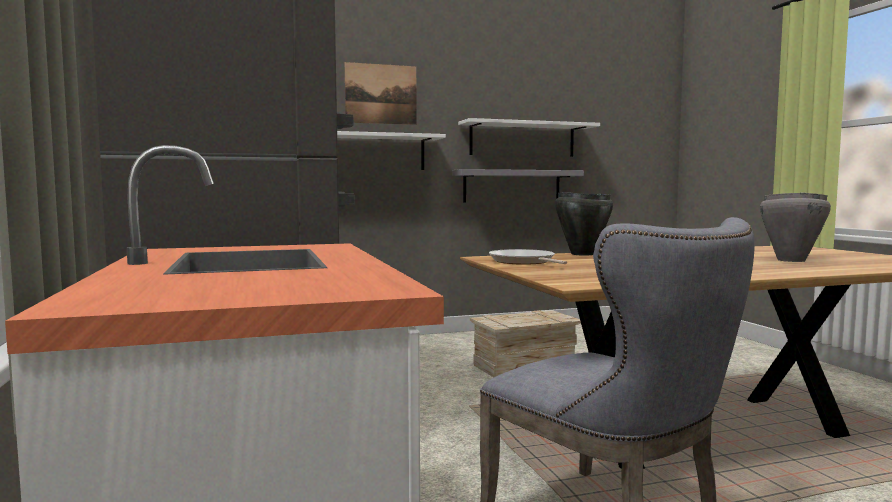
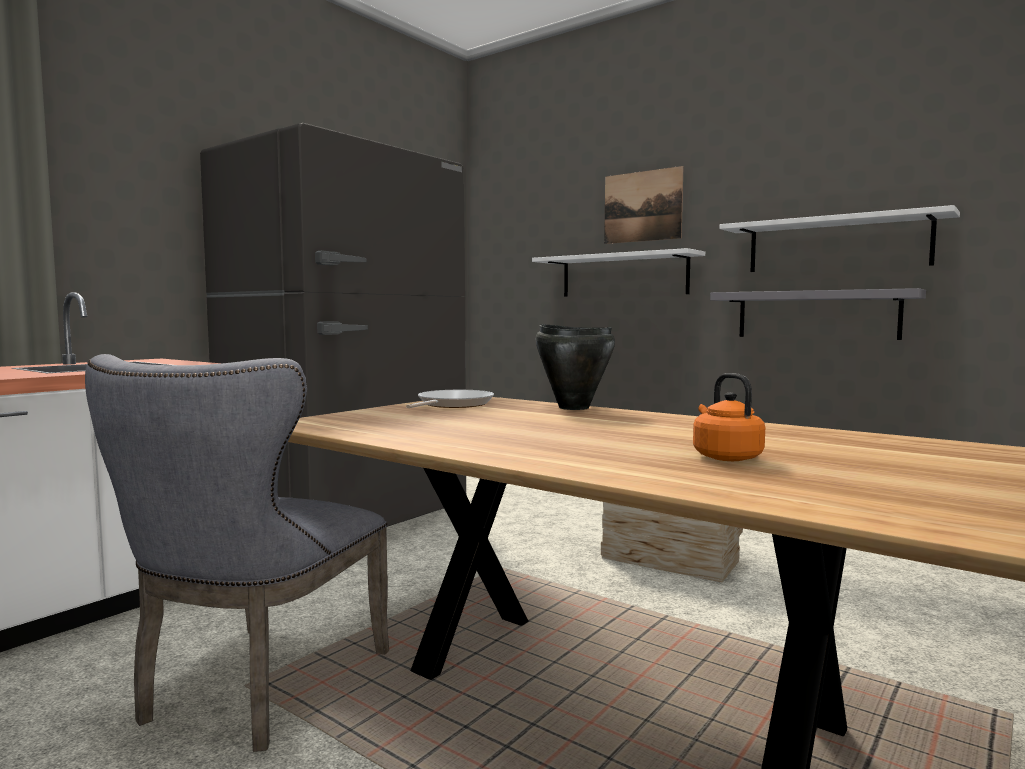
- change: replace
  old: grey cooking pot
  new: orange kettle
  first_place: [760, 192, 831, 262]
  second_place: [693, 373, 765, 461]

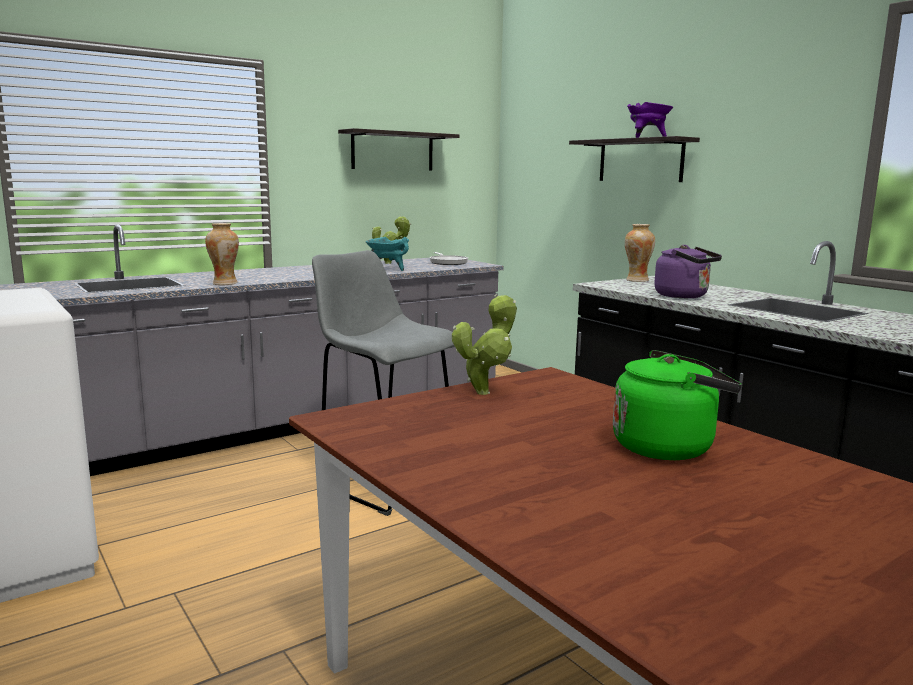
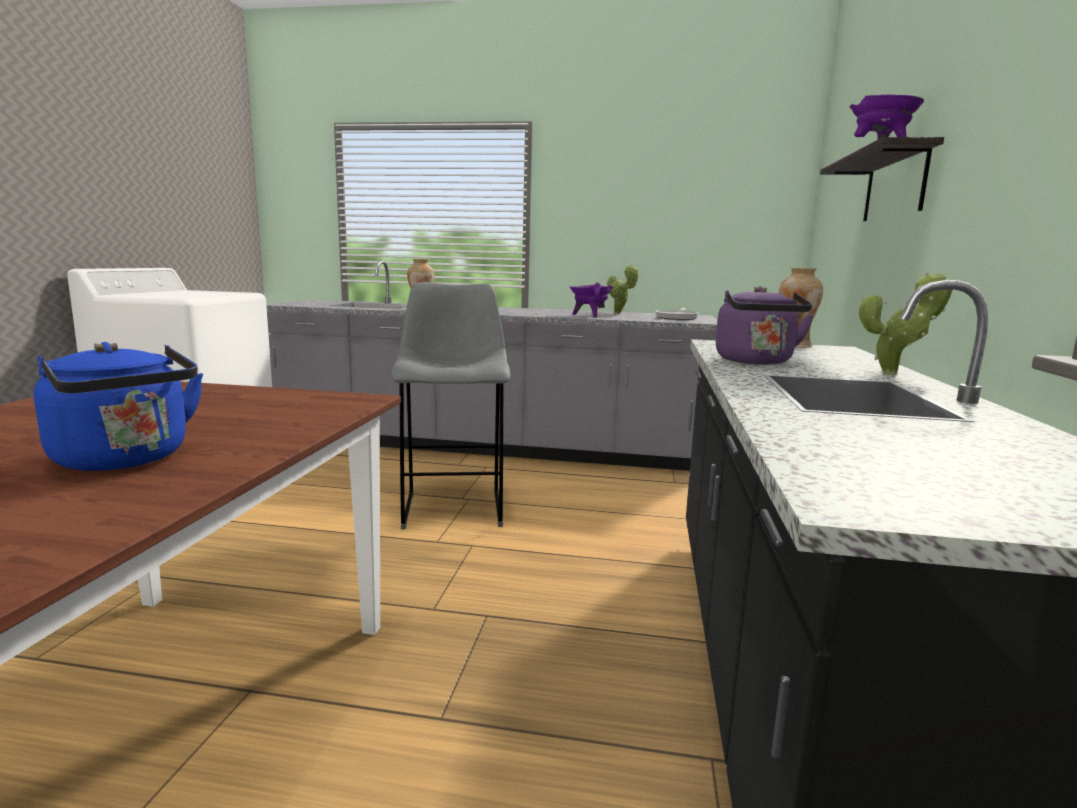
- change: delete
  old: shelf
  first_place: [338, 128, 460, 171]
- change: recolor
  old: turquoise cooking pot
  new: purple cooking pot
  first_place: [366, 237, 409, 271]
  second_place: [570, 282, 613, 318]
- change: move
  old: potted plant
  first_place: [452, 294, 517, 395]
  second_place: [859, 272, 952, 375]
- change: recolor
  old: green kettle
  new: blue kettle
  first_place: [613, 350, 742, 460]
  second_place: [34, 342, 203, 471]

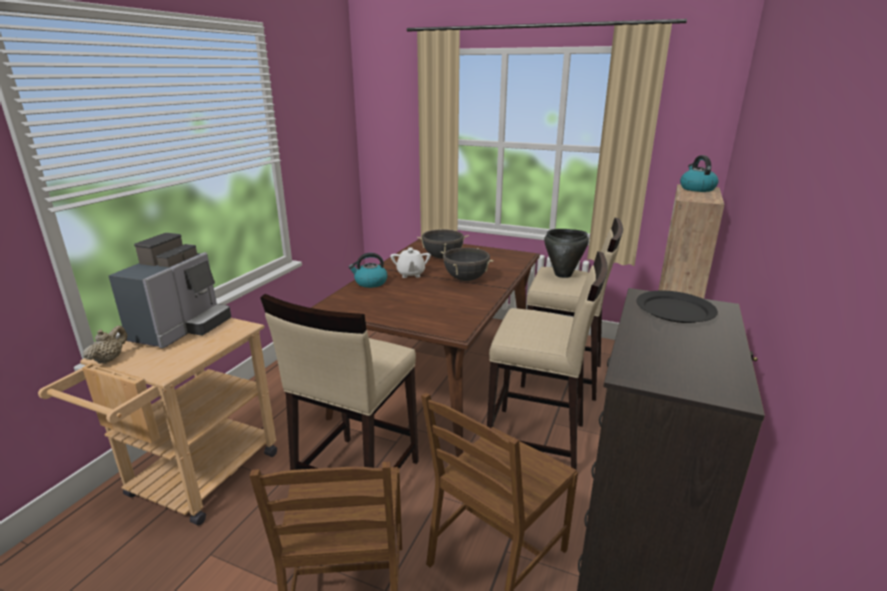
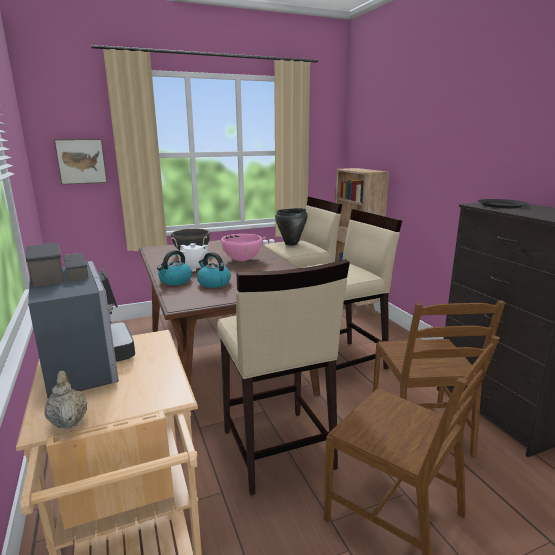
- change: move
  old: kettle
  first_place: [680, 155, 718, 192]
  second_place: [197, 252, 231, 288]
- change: recolor
  old: black cooking pot
  new: pink cooking pot
  first_place: [440, 248, 494, 281]
  second_place: [216, 234, 266, 261]
- change: insert
  new: picture
  second_place: [54, 139, 107, 185]

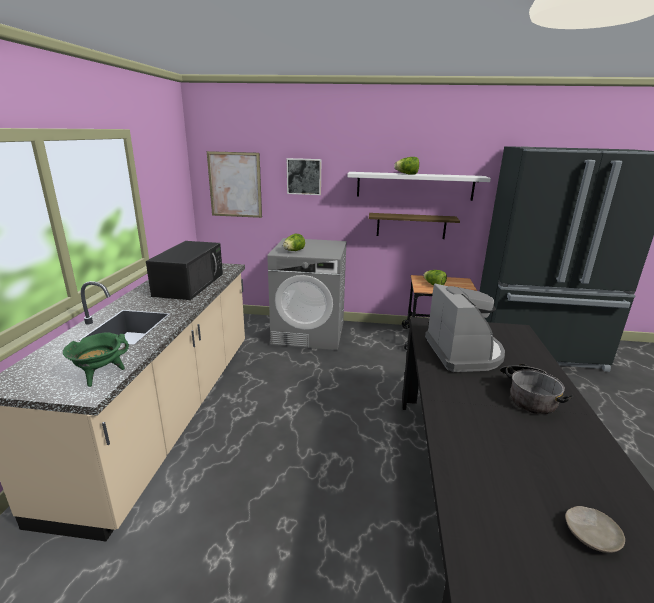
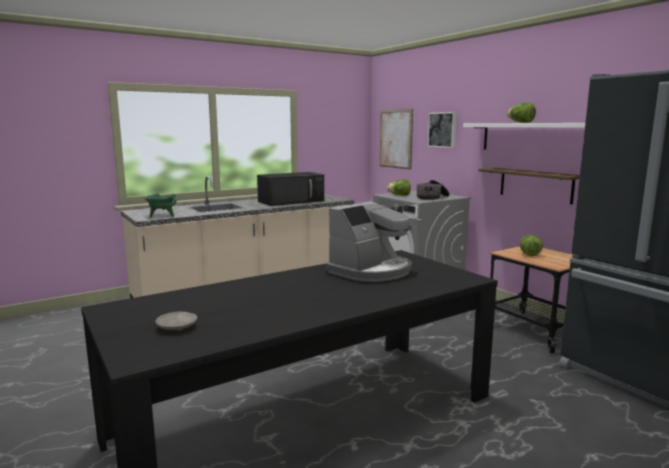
- change: move
  old: cooking pot
  first_place: [500, 364, 574, 414]
  second_place: [416, 180, 450, 200]

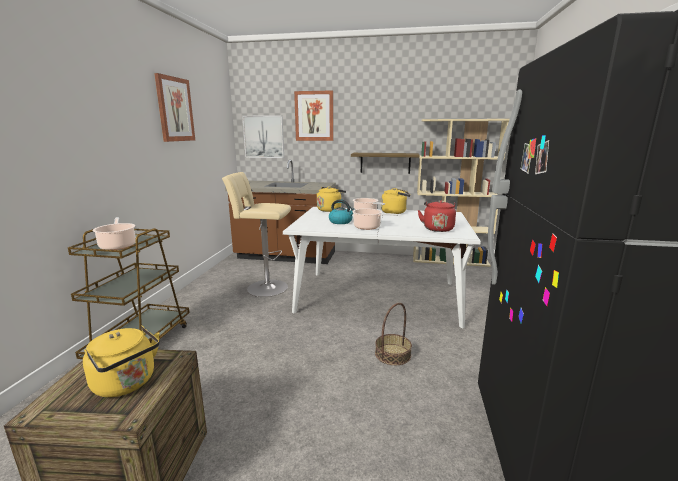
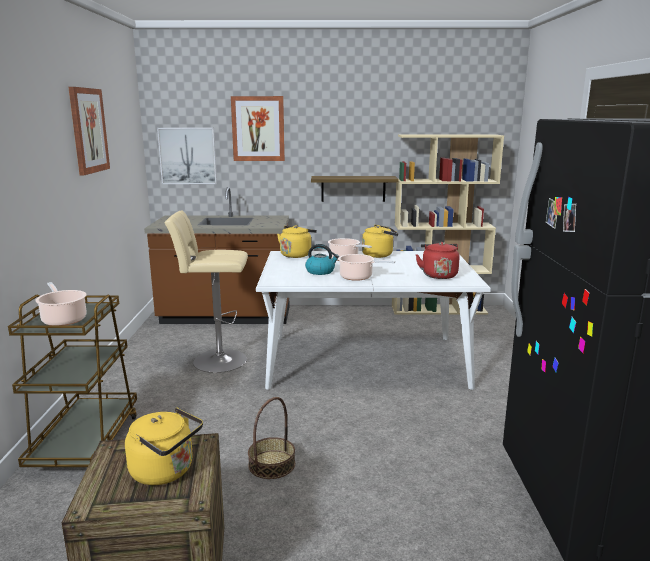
- change: move
  old: basket
  first_place: [375, 303, 412, 365]
  second_place: [248, 397, 295, 479]

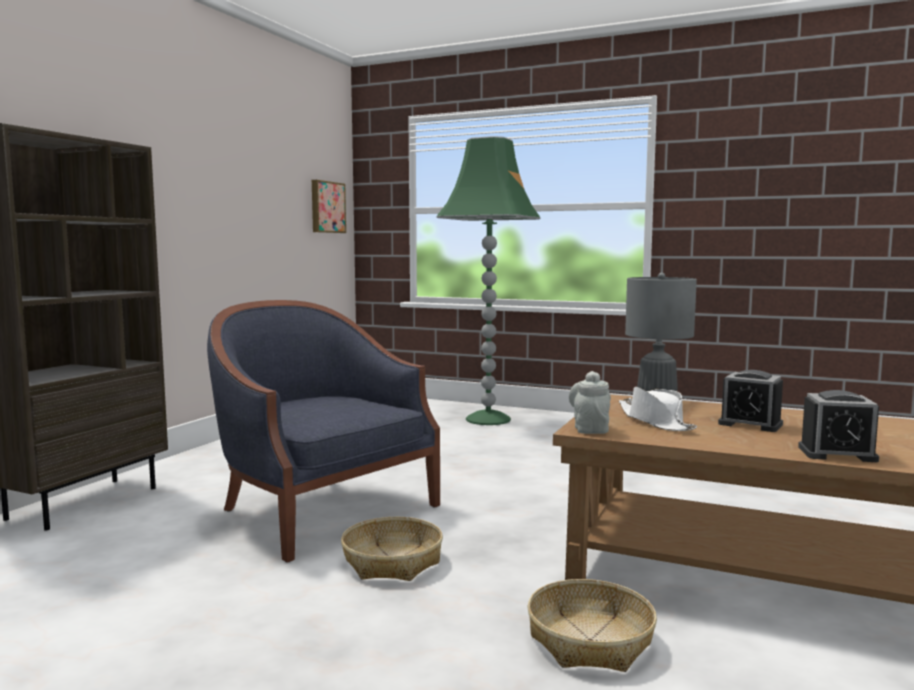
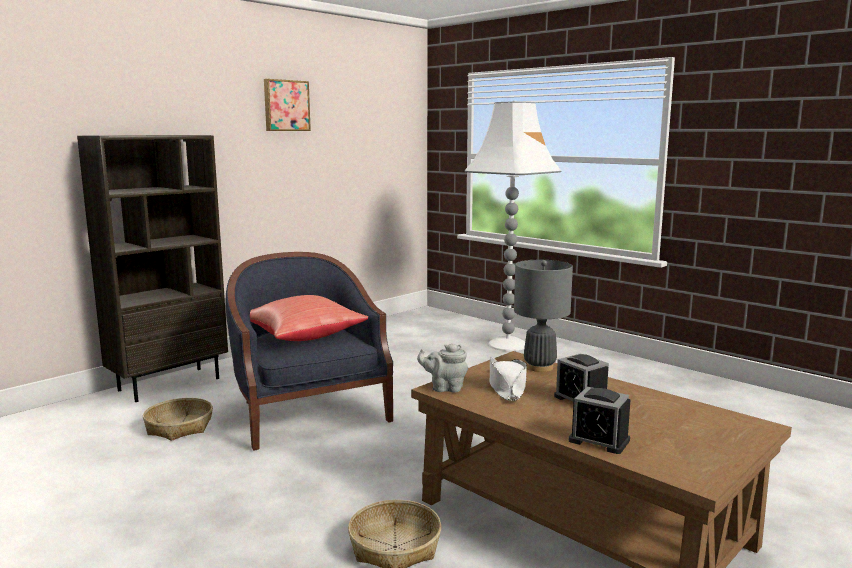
- change: recolor
  old: green floor lamp
  new: white floor lamp
  first_place: [436, 136, 540, 425]
  second_place: [465, 101, 561, 351]
- change: move
  old: picture
  first_place: [312, 180, 346, 233]
  second_place: [264, 79, 311, 131]
- change: rotate
  old: grey teapot
  first_place: [569, 371, 611, 434]
  second_place: [417, 343, 468, 393]
  degrees: -105
- change: move
  old: basket
  first_place: [341, 517, 443, 581]
  second_place: [143, 398, 213, 441]
- change: insert
  new: red pillow
  second_place: [250, 295, 368, 341]

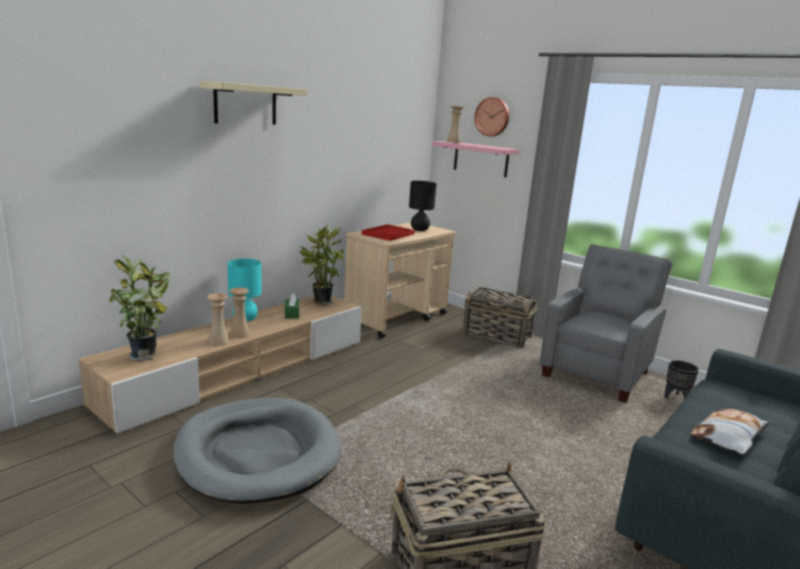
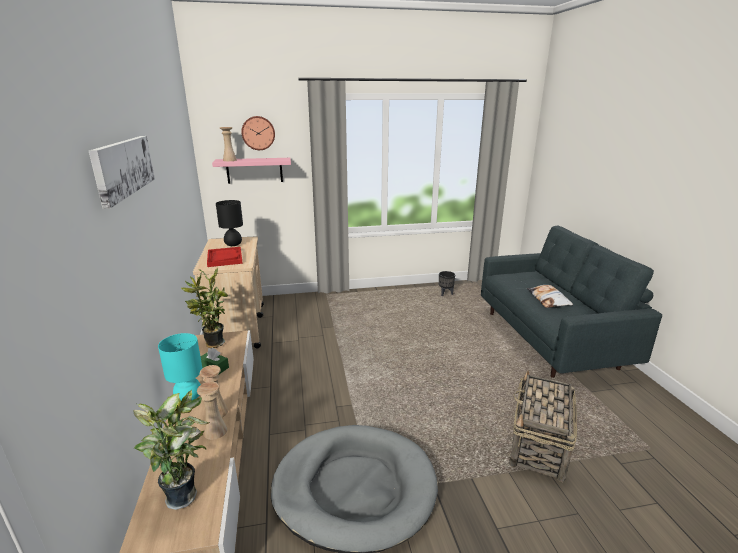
- change: replace
  old: beige shelf
  new: picture
  first_place: [200, 81, 308, 125]
  second_place: [89, 136, 155, 209]
- change: delete
  old: grey armchair
  first_place: [540, 244, 673, 403]
- change: delete
  old: basket
  first_place: [462, 287, 537, 348]

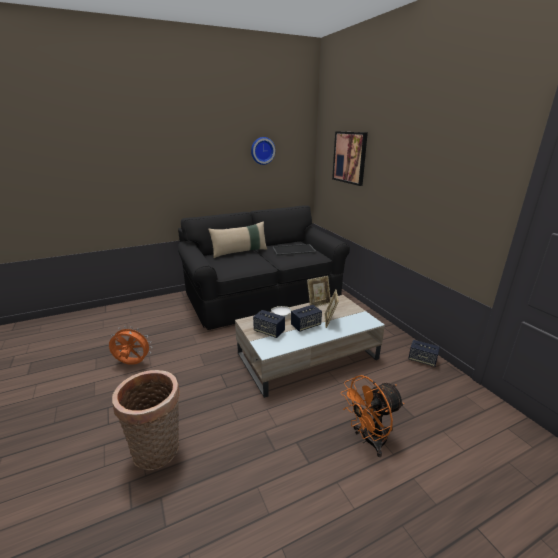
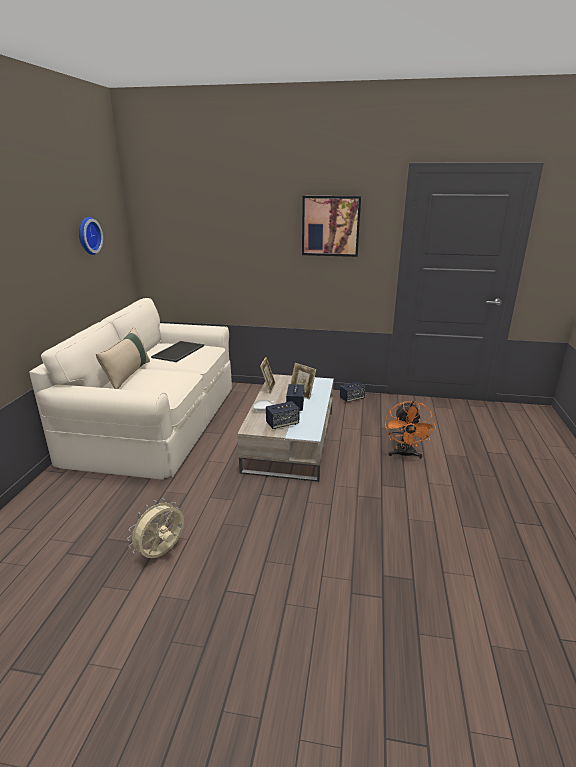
- change: move
  old: picture
  first_place: [332, 131, 368, 186]
  second_place: [302, 196, 361, 257]
- change: recolor
  old: black sofa
  new: beige sofa
  first_place: [178, 205, 350, 330]
  second_place: [29, 298, 232, 479]
- change: recolor
  old: orange fan
  new: beige fan
  first_place: [109, 326, 152, 365]
  second_place: [127, 498, 184, 558]
- change: delete
  old: basket
  first_place: [112, 370, 180, 470]

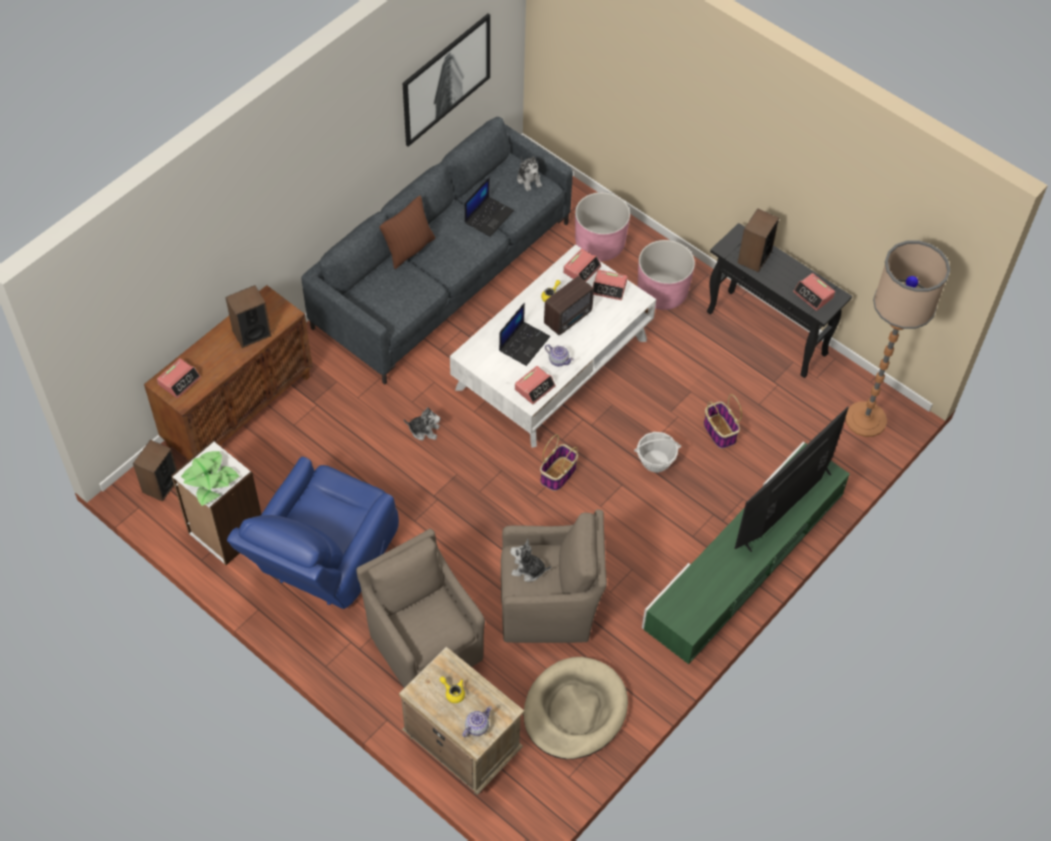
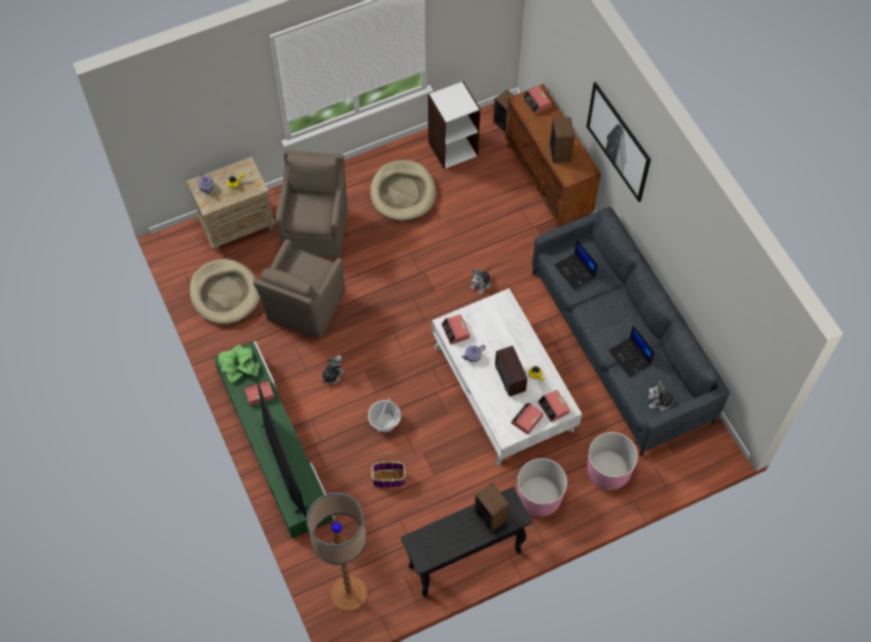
- change: move
  old: picture
  first_place: [402, 14, 490, 147]
  second_place: [586, 82, 651, 202]
- change: delete
  old: brown pillow
  first_place: [380, 196, 435, 269]
- change: move
  old: alarm clock
  first_place: [793, 273, 835, 311]
  second_place: [244, 380, 274, 406]
- change: move
  old: laptop
  first_place: [499, 303, 550, 366]
  second_place: [554, 240, 598, 290]
- change: delete
  old: basket
  first_place: [540, 434, 578, 491]
- change: move
  old: potted plant
  first_place: [181, 451, 239, 506]
  second_place: [218, 345, 259, 383]
- change: replace
  old: blue armchair
  new: beige dog bed
  first_place: [227, 457, 399, 609]
  second_place: [370, 160, 436, 221]
- change: rotate
  old: brown armchair
  first_place: [356, 529, 485, 688]
  second_place: [276, 150, 347, 258]
  degrees: -75
- change: move
  old: plush toy
  first_place: [510, 539, 551, 582]
  second_place: [322, 355, 345, 384]

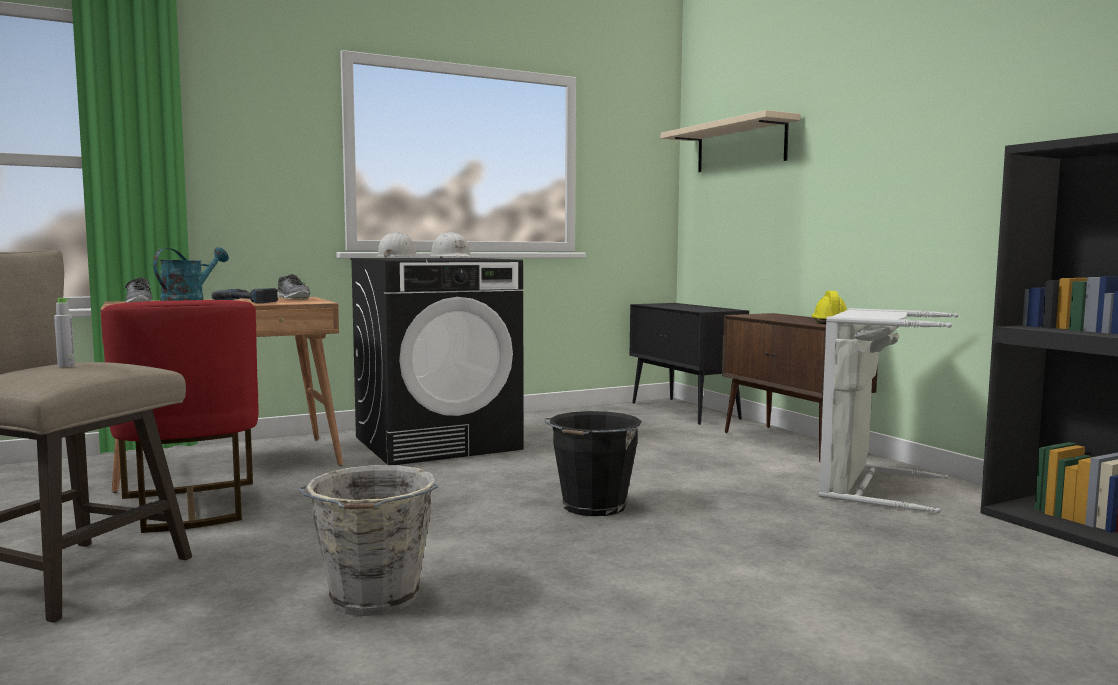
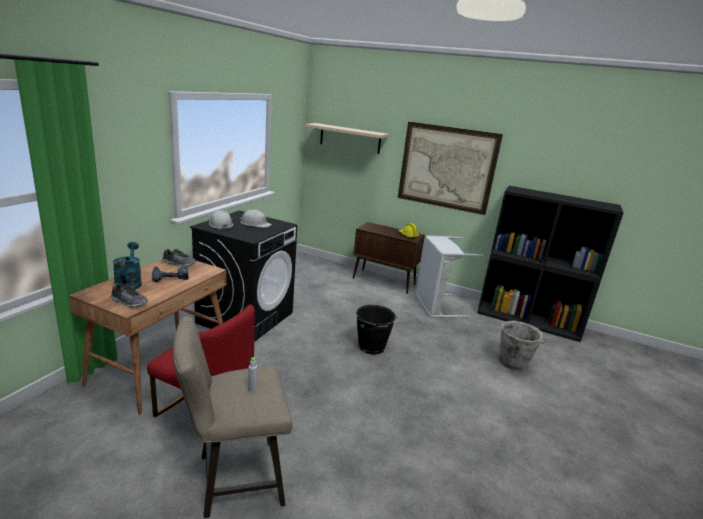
- change: delete
  old: black cabinet
  first_place: [630, 303, 749, 425]
- change: move
  old: grey bucket
  first_place: [298, 465, 438, 616]
  second_place: [499, 321, 547, 371]
- change: insert
  new: picture
  second_place: [398, 122, 503, 215]

